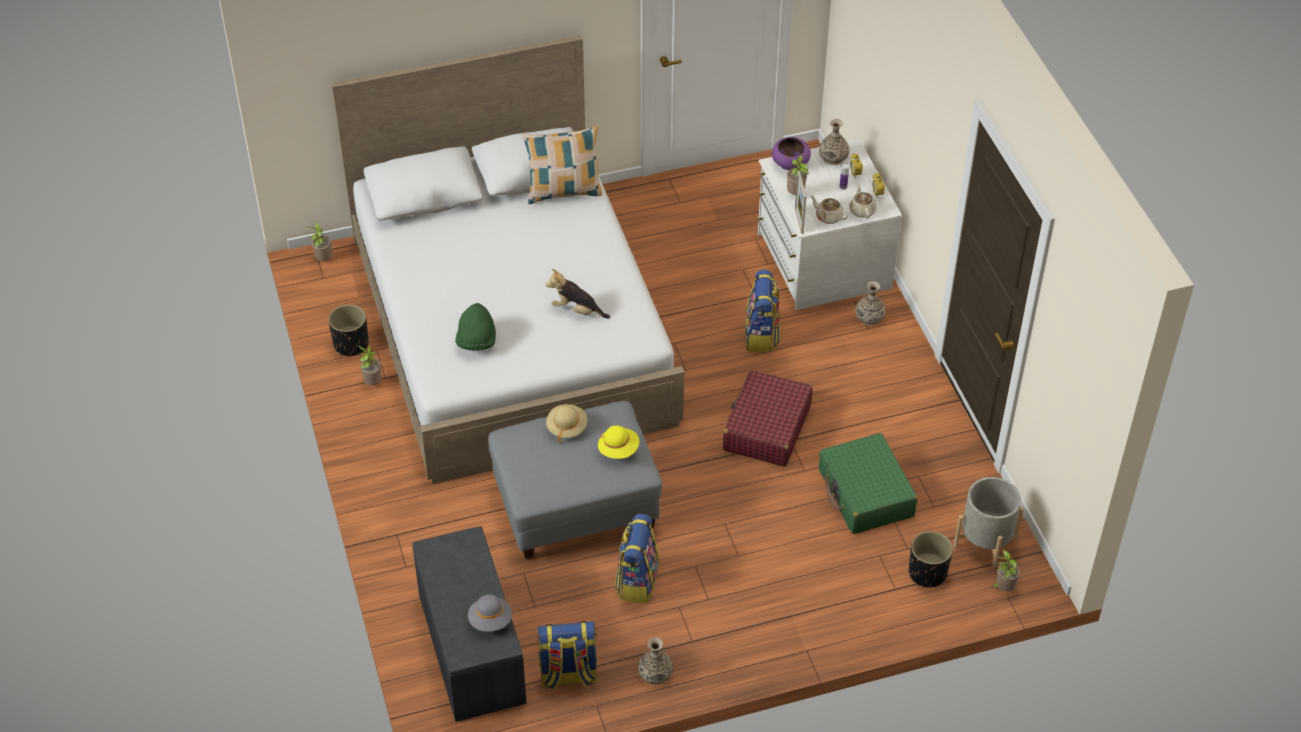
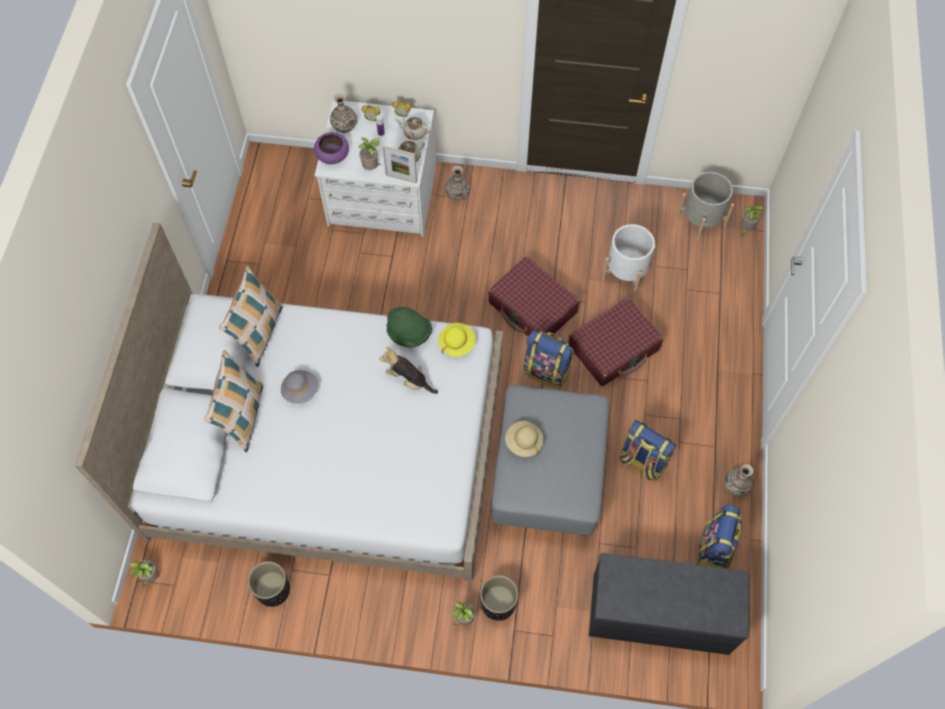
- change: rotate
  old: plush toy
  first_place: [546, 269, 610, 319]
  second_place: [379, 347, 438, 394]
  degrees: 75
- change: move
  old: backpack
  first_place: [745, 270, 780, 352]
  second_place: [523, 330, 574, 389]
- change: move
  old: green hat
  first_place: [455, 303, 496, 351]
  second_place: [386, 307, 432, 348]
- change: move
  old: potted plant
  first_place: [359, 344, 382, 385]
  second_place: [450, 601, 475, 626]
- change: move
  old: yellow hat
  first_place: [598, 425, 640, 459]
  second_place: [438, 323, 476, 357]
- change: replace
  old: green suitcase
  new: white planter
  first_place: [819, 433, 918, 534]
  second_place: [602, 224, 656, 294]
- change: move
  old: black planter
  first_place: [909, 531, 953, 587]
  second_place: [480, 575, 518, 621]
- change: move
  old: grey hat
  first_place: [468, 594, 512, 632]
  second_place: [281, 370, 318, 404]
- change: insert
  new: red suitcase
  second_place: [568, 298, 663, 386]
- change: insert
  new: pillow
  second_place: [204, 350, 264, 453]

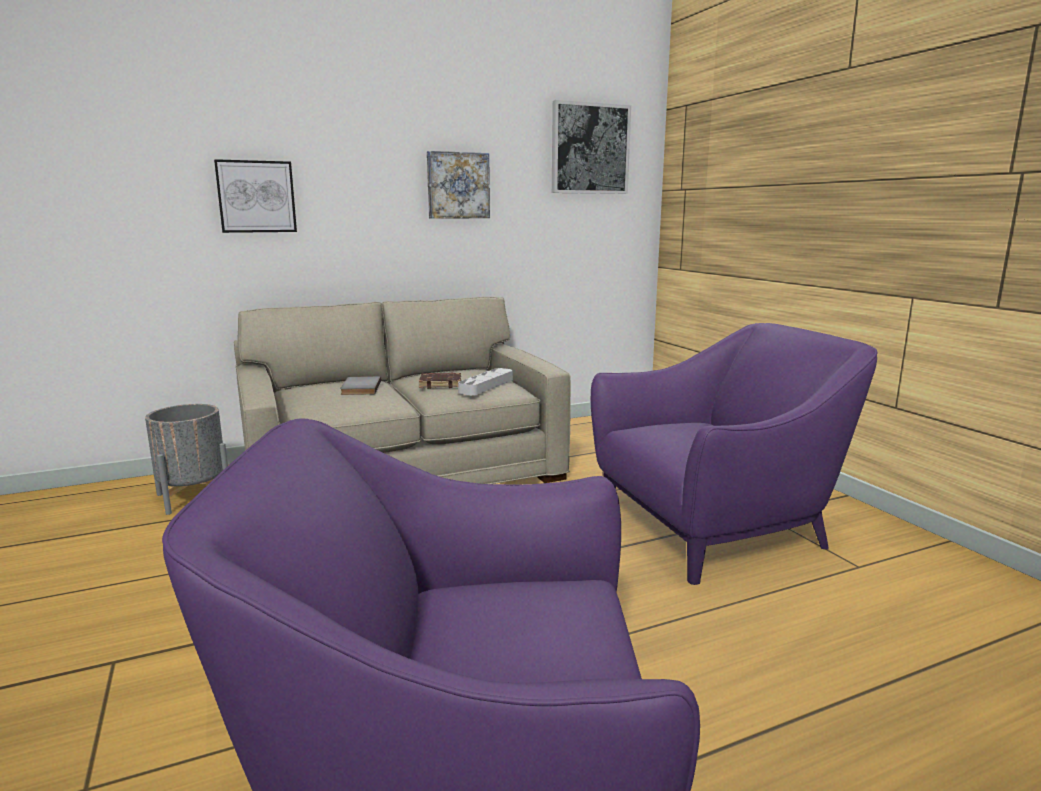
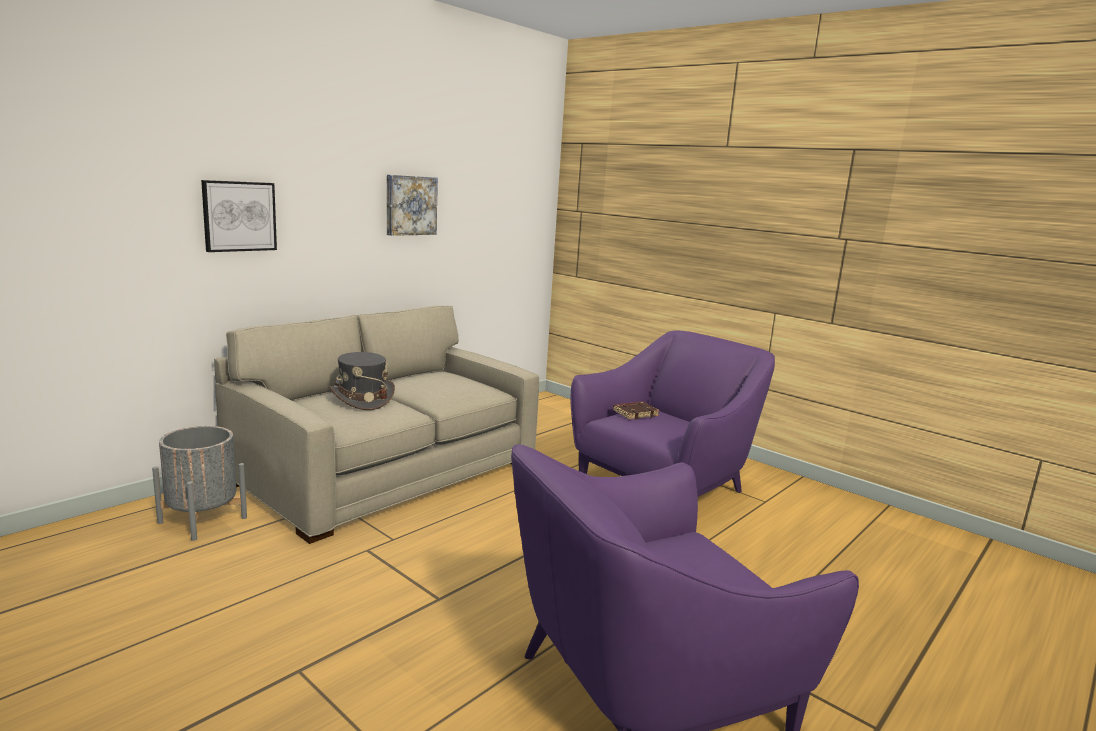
- change: delete
  old: picture
  first_place: [552, 100, 631, 194]
- change: delete
  old: grey tray
  first_place: [458, 368, 513, 395]
- change: move
  old: brown book
  first_place: [419, 373, 461, 389]
  second_place: [613, 402, 660, 420]
- change: replace
  old: grey book
  new: grey hat
  first_place: [340, 376, 381, 395]
  second_place: [329, 352, 395, 410]

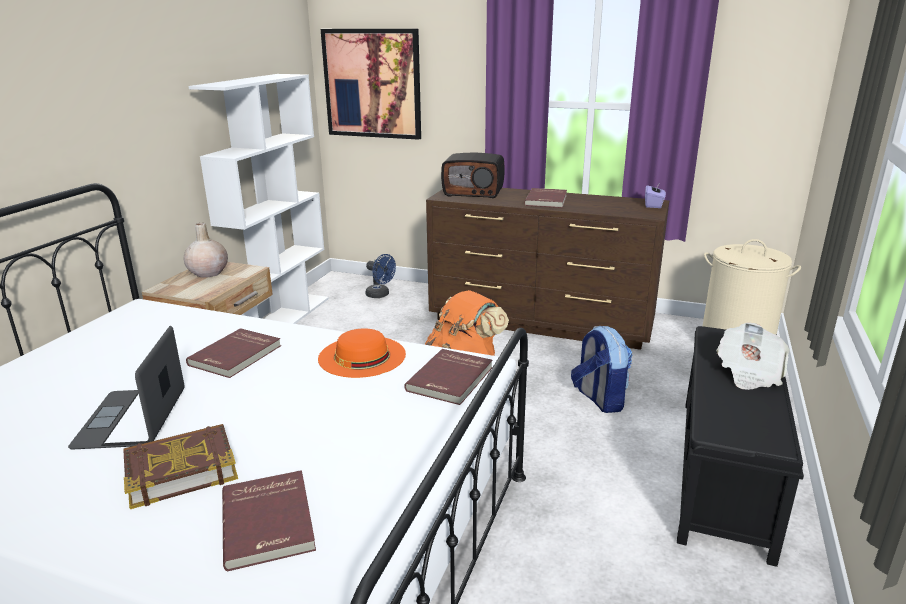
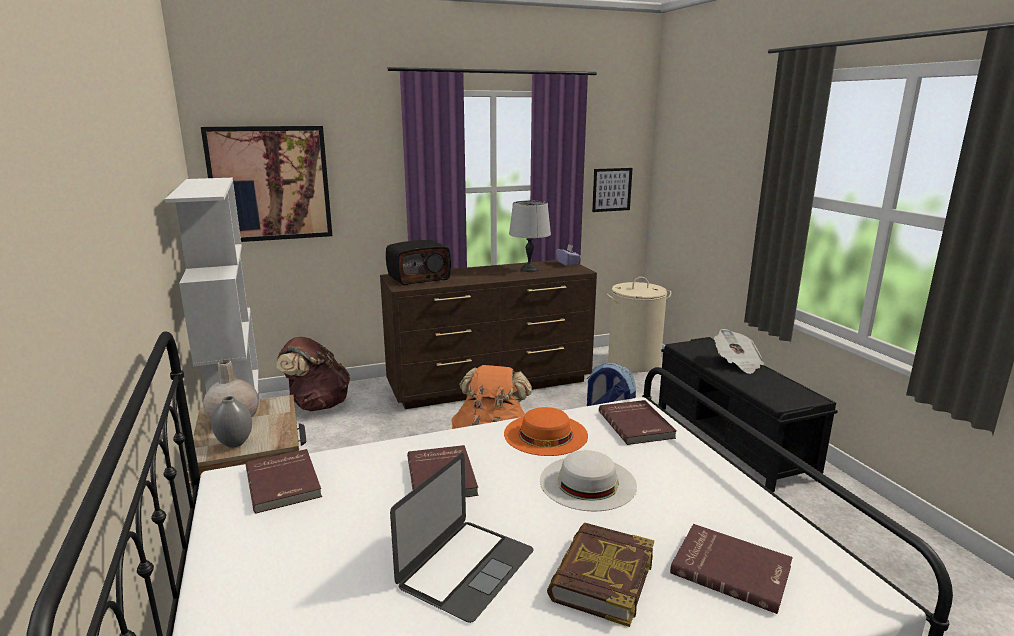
- change: move
  old: red book
  first_place: [524, 188, 567, 208]
  second_place: [246, 449, 322, 513]
- change: replace
  old: blue fan
  new: brown backpack
  first_place: [365, 254, 396, 298]
  second_place: [277, 337, 350, 412]
- change: rotate
  old: laptop
  first_place: [68, 326, 184, 450]
  second_place: [390, 453, 534, 623]
  degrees: -105
- change: insert
  new: picture
  second_place: [592, 168, 633, 212]
- change: insert
  new: grey table lamp
  second_place: [509, 201, 551, 272]
- change: insert
  new: grey vase
  second_place: [212, 396, 252, 448]
- change: insert
  new: white hat
  second_place: [540, 450, 637, 511]

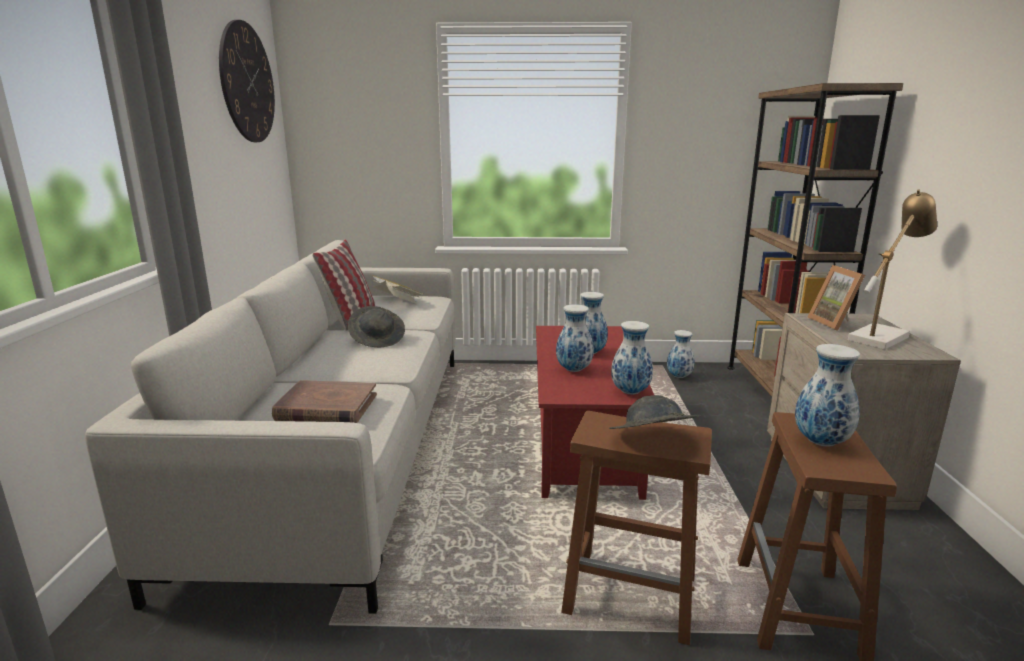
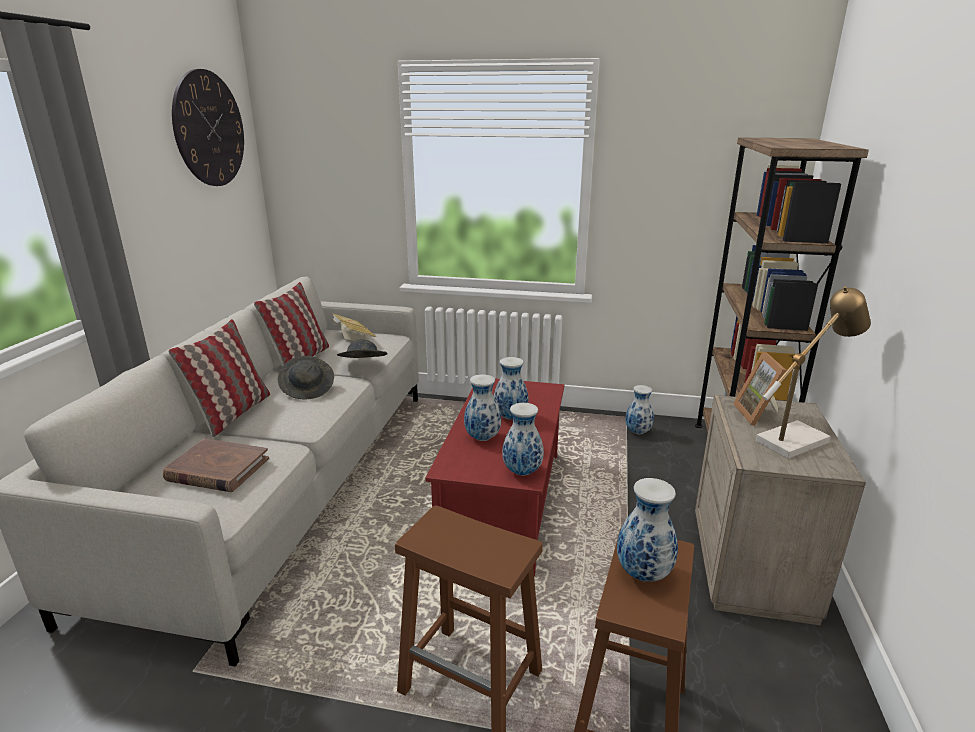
- change: move
  old: grey hat
  first_place: [609, 395, 701, 429]
  second_place: [337, 340, 387, 358]
- change: insert
  new: pillow
  second_place: [168, 319, 270, 437]

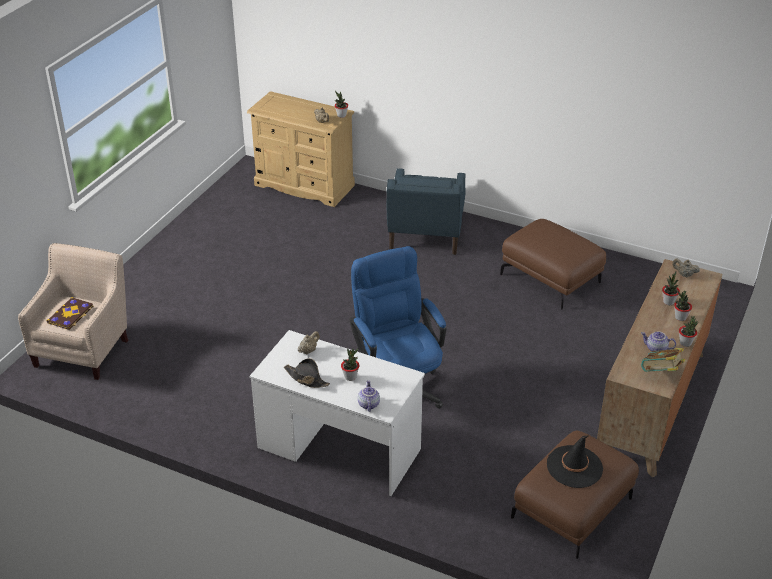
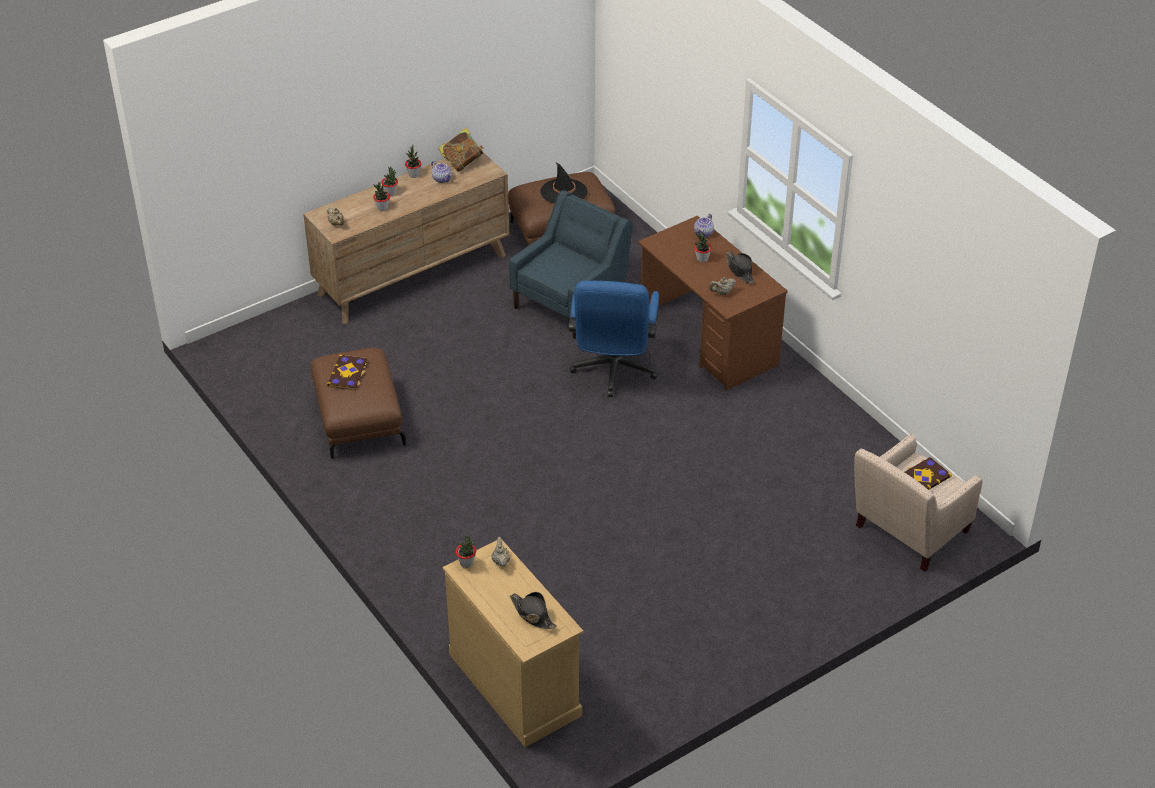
- change: move
  old: blue armchair
  first_place: [386, 169, 466, 255]
  second_place: [509, 190, 633, 339]
- change: recolor
  old: white desk
  new: brown desk
  first_place: [249, 330, 425, 496]
  second_place: [638, 216, 788, 391]
- change: insert
  new: book
  second_place: [327, 355, 367, 390]
- change: insert
  new: black hat
  second_place: [510, 592, 557, 629]

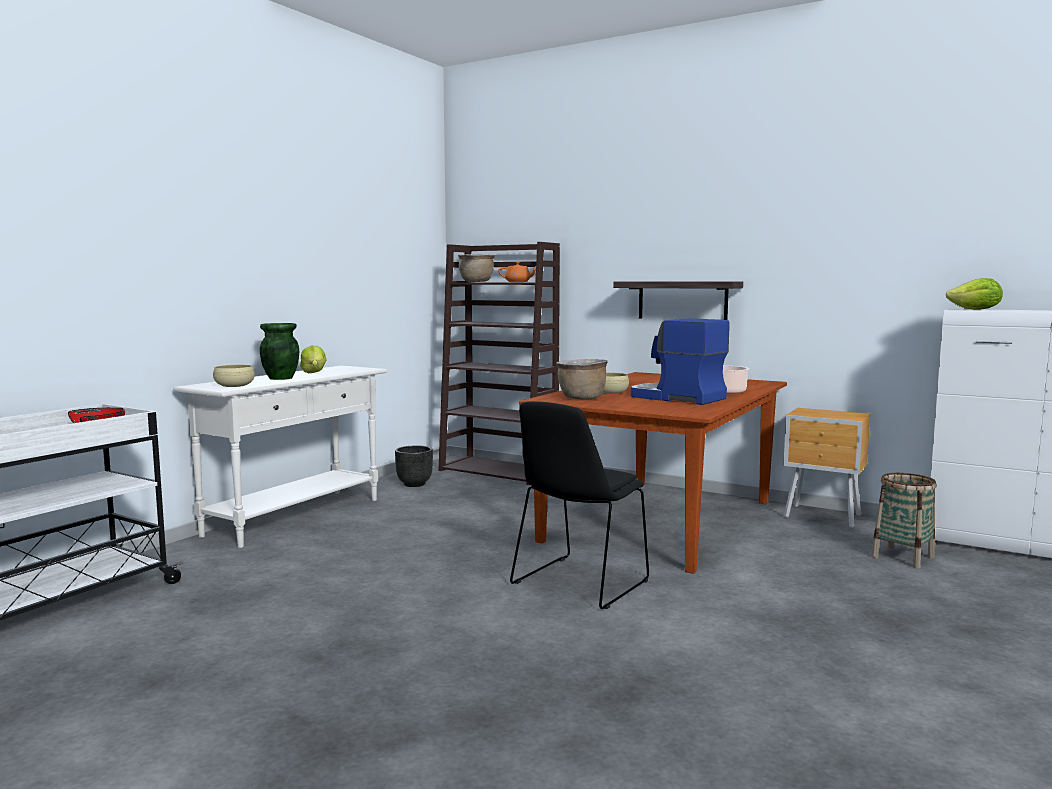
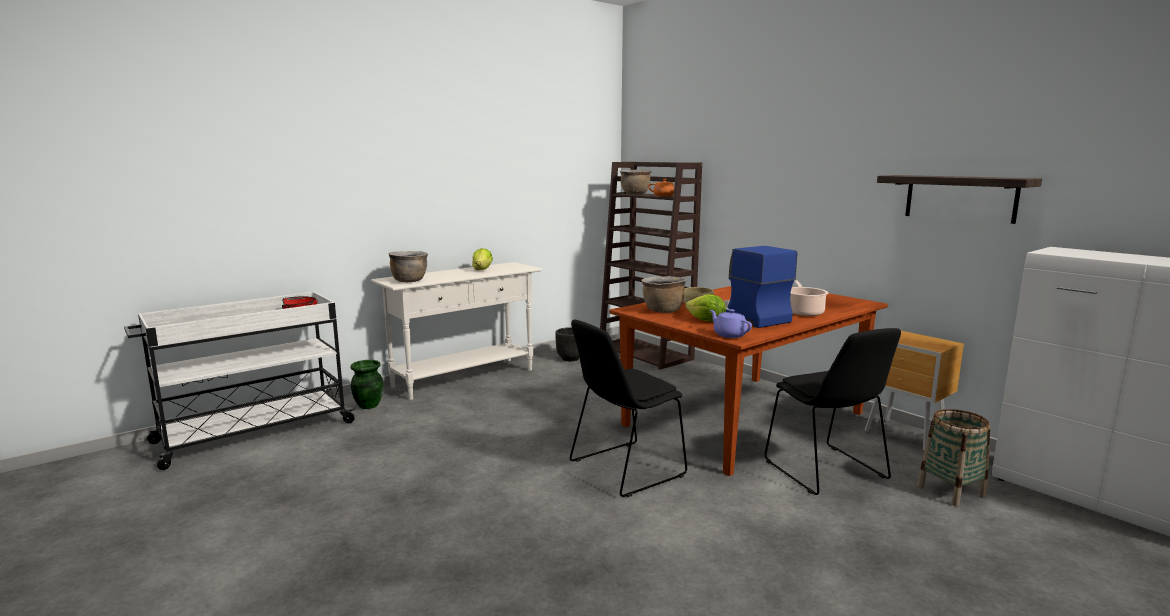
- change: move
  old: lettuce
  first_place: [945, 278, 1003, 310]
  second_place: [685, 294, 726, 322]
- change: move
  old: shelf
  first_place: [613, 281, 743, 320]
  second_place: [877, 175, 1042, 224]
- change: move
  old: green vase
  first_place: [260, 323, 299, 380]
  second_place: [350, 360, 383, 409]
- change: replace
  old: beige bowl
  new: brown cooking pot
  first_place: [213, 365, 255, 387]
  second_place: [388, 251, 428, 282]
- change: insert
  new: purple teapot
  second_place: [710, 309, 752, 338]
- change: insert
  new: black chair
  second_place: [765, 328, 901, 495]

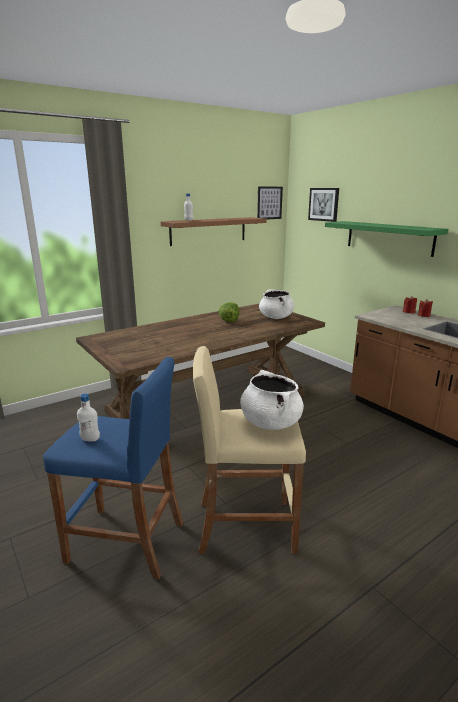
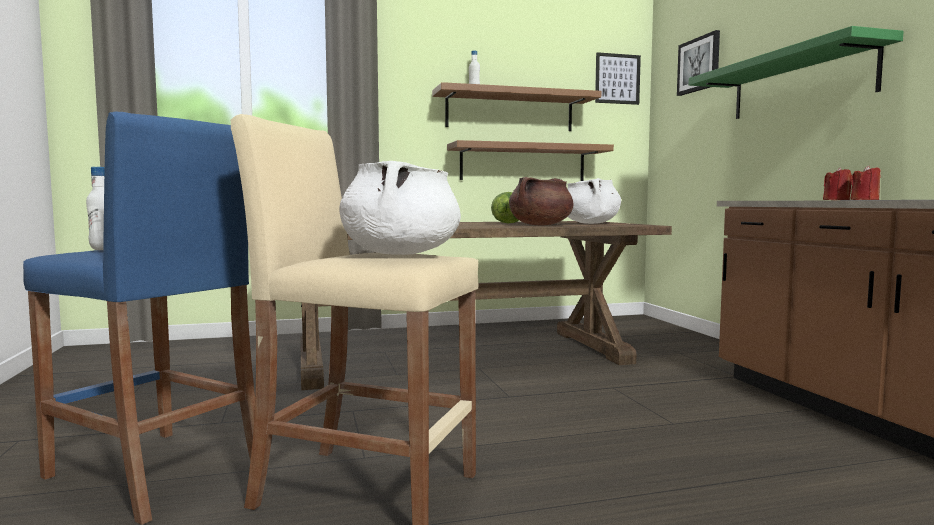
- change: insert
  new: brown shelf
  second_place: [447, 140, 614, 181]
- change: insert
  new: brown cooking pot
  second_place: [509, 177, 574, 225]

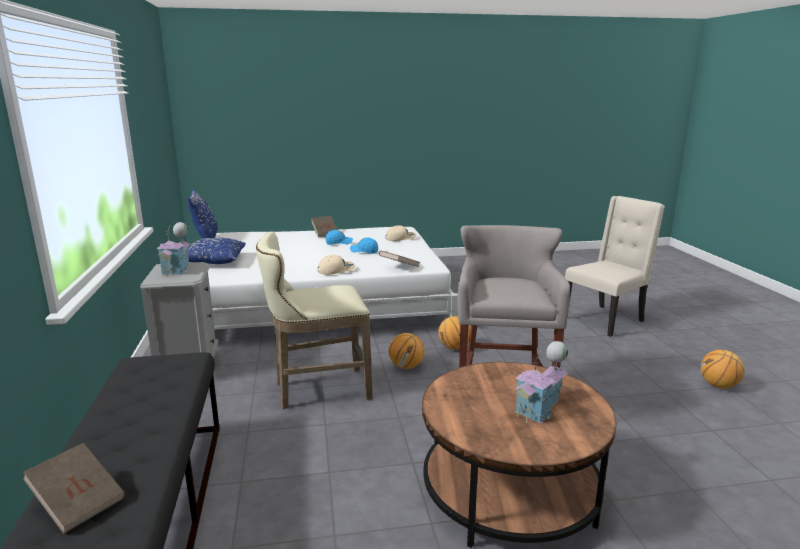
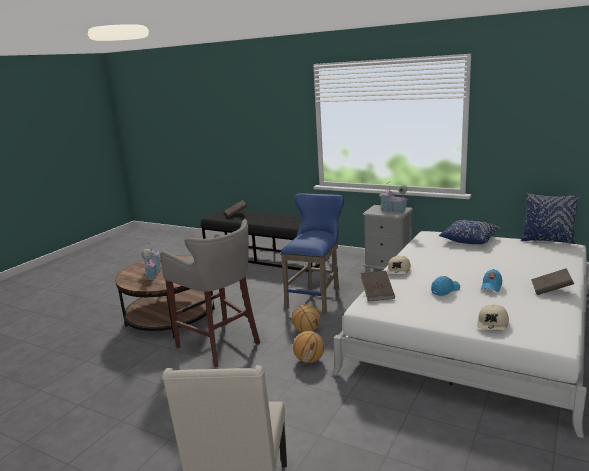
- change: recolor
  old: beige stool
  new: blue stool
  first_place: [256, 231, 373, 409]
  second_place: [281, 193, 344, 315]
- change: delete
  old: basketball
  first_place: [701, 350, 744, 388]

